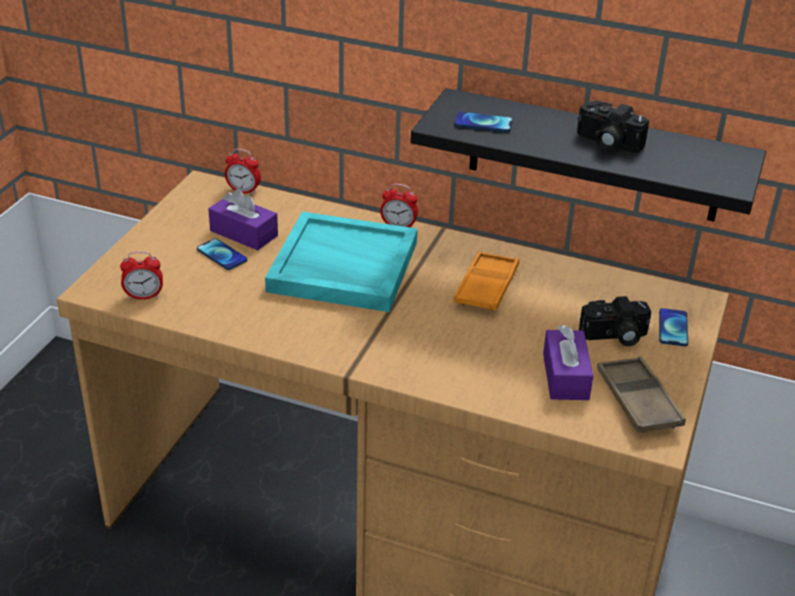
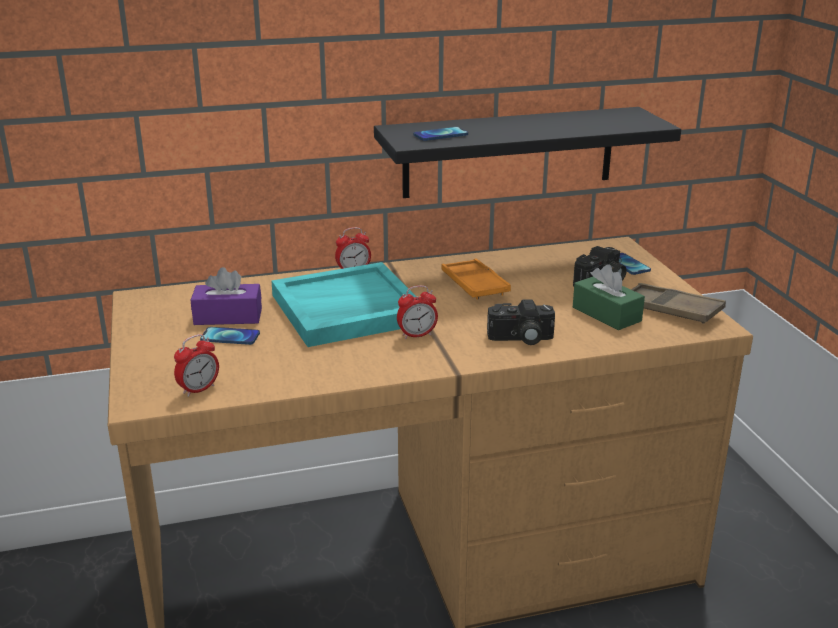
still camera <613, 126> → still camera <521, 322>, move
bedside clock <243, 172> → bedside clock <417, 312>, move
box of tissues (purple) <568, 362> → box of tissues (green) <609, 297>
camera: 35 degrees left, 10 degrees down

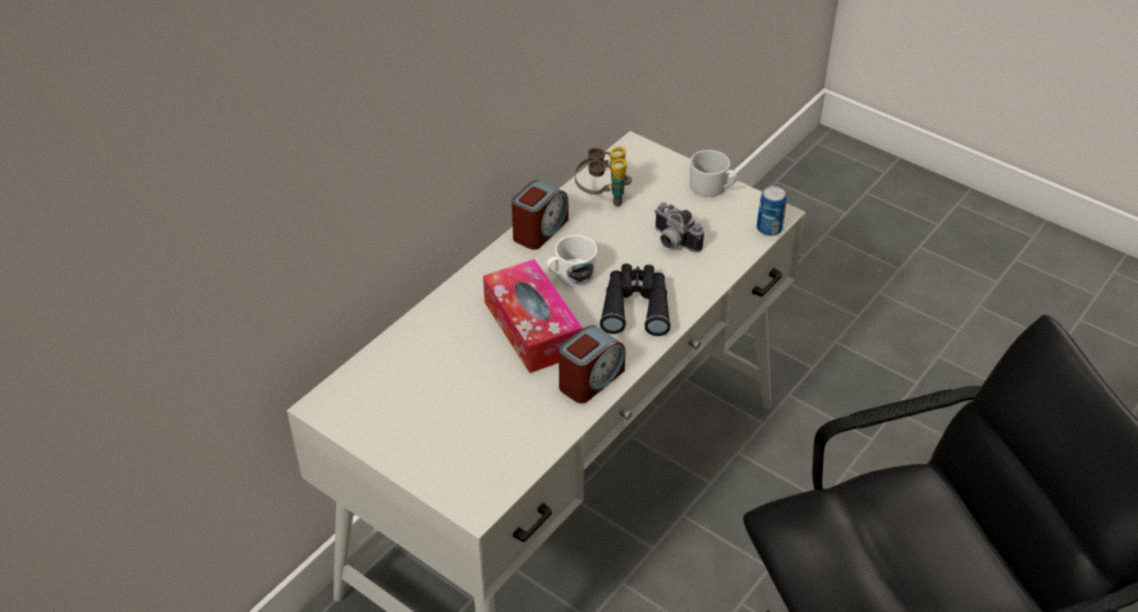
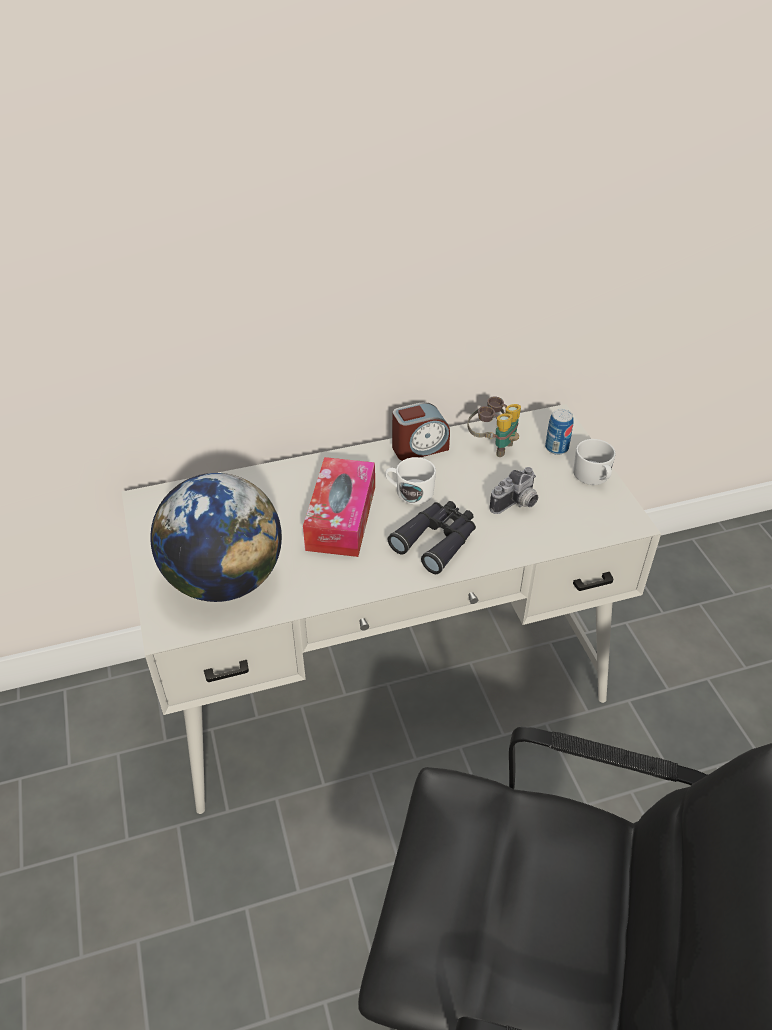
sealed can <771, 211> → sealed can <559, 432>, move
still camera <679, 227> → still camera <514, 490>, 120 degrees counterclockwise
bedside clock <592, 364> → -
- → desk globe <216, 537>
camera: 35 degrees right, 0 degrees up

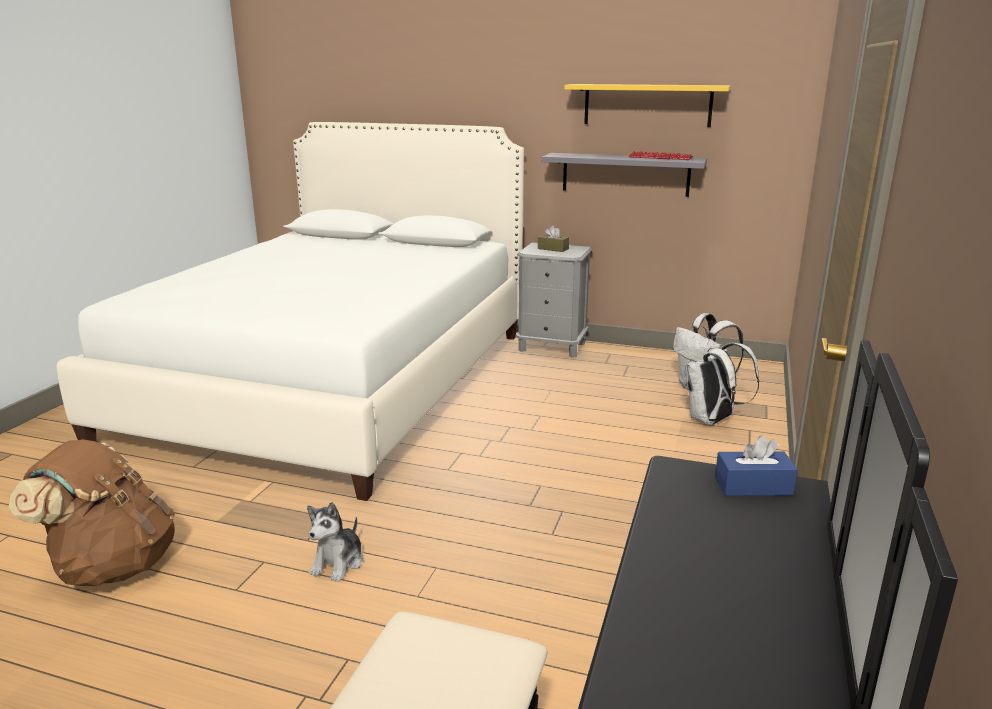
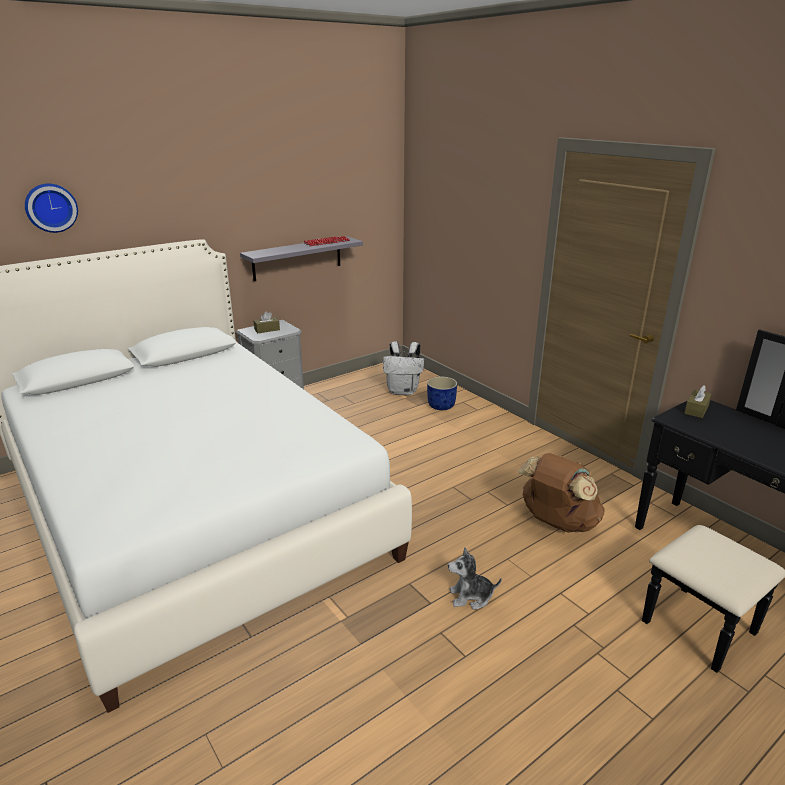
wall shelf (yellowish) <647, 105> → -
knapsack (white-coloured) <722, 384> → planter (blue-coloured) <442, 393>
box of tissues (blue-coloured) <756, 465> → box of tissues (brown-coloured) <698, 401>
knapsack (brown-coloured) <92, 512> → knapsack (brown-coloured) <561, 493>, move
cuddly toy <335, 542> → cuddly toy <475, 578>, 120 degrees clockwise
- → wall clock <51, 208>
camera: 55 degrees left, 5 degrees up

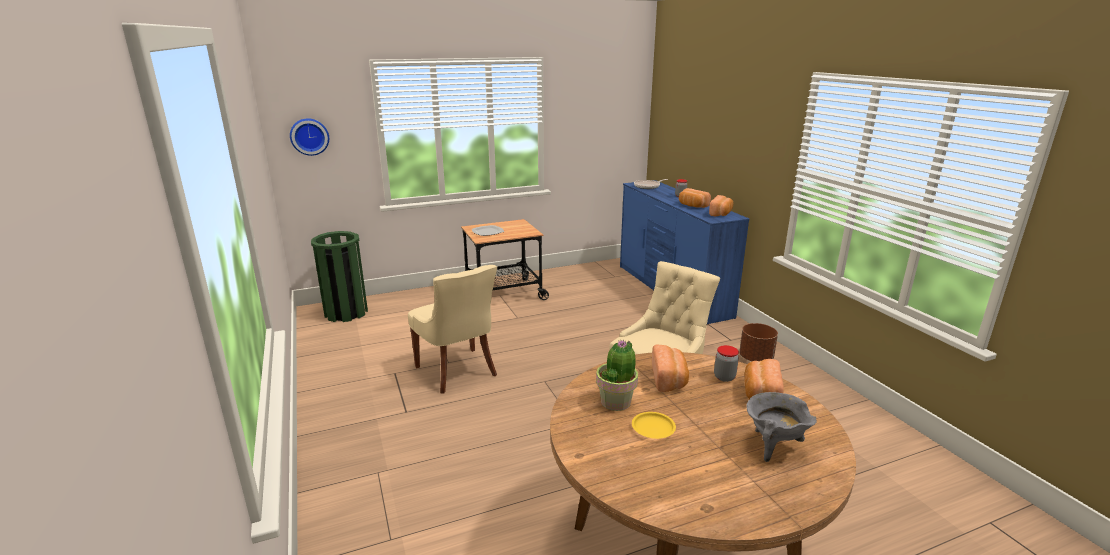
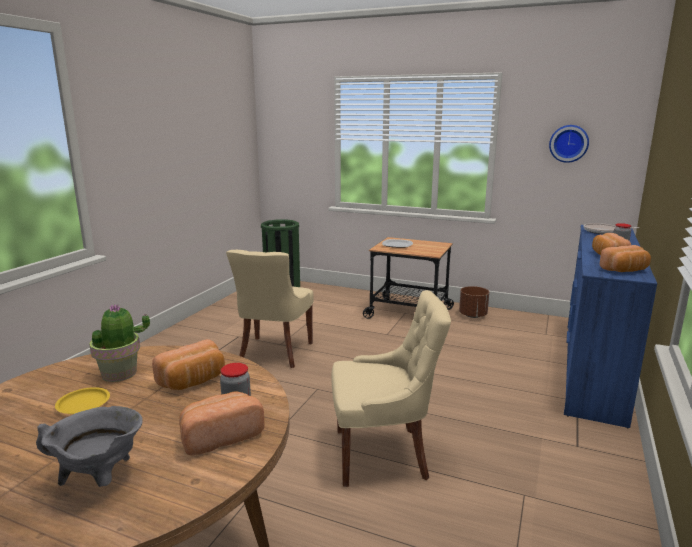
wall clock <309, 137> → wall clock <569, 144>, move
planter (brown-coloured) <758, 342> → planter (brown-coloured) <474, 302>, move
camera: 45 degrees right, 5 degrees down

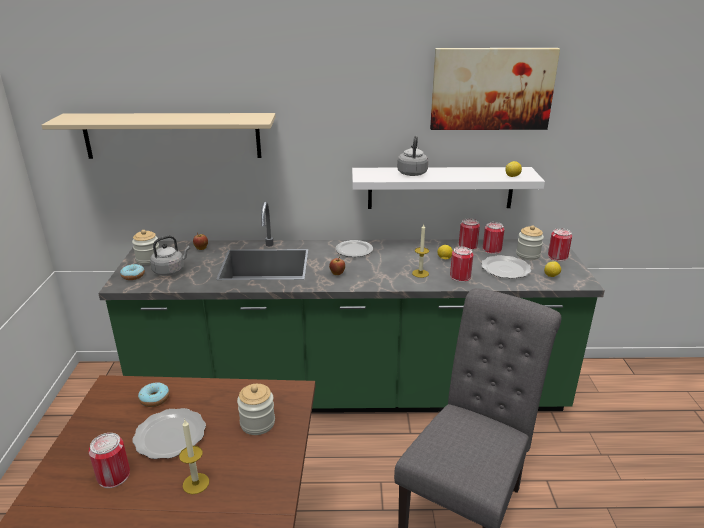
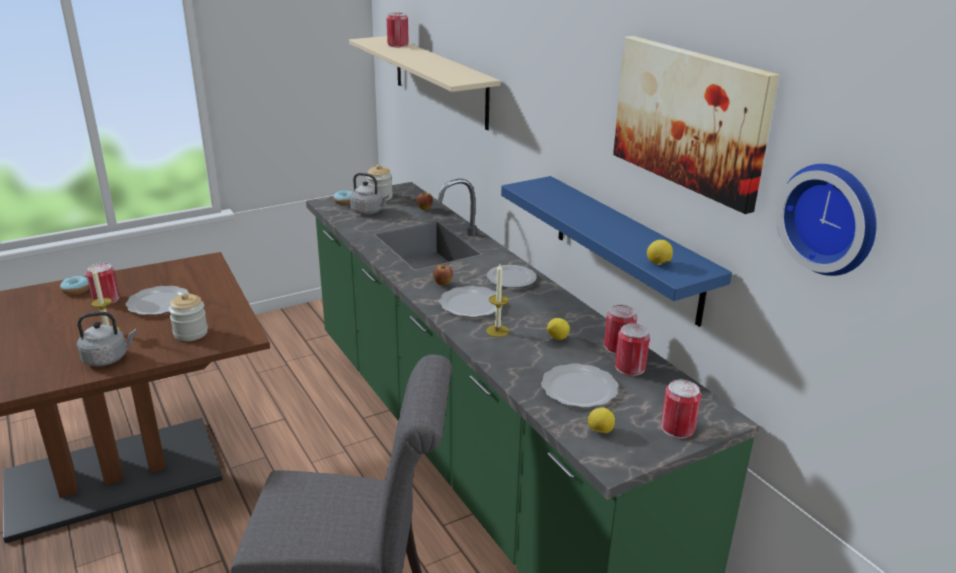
kettle (greyish) <412, 156> → kettle (greyish) <107, 339>, move
wall shelf (white-coloured) <448, 188> → wall shelf (blue-coloured) <616, 251>
jar <530, 242> → -
sealed can <461, 264> → sealed can <398, 30>, move
doughnut <154, 395> → doughnut <75, 285>, move
- → wall clock <826, 220>
- → plate <470, 302>
camera: 60 degrees right, 0 degrees up

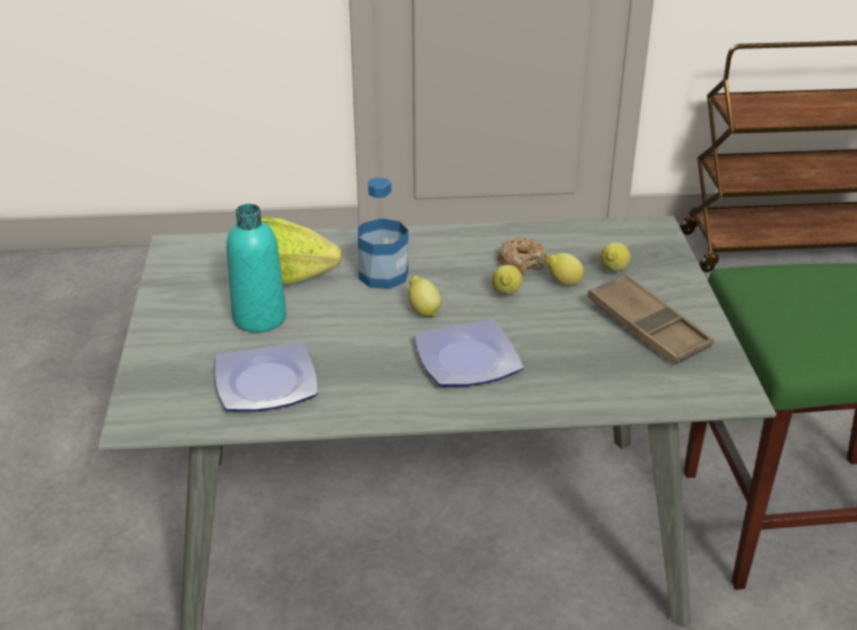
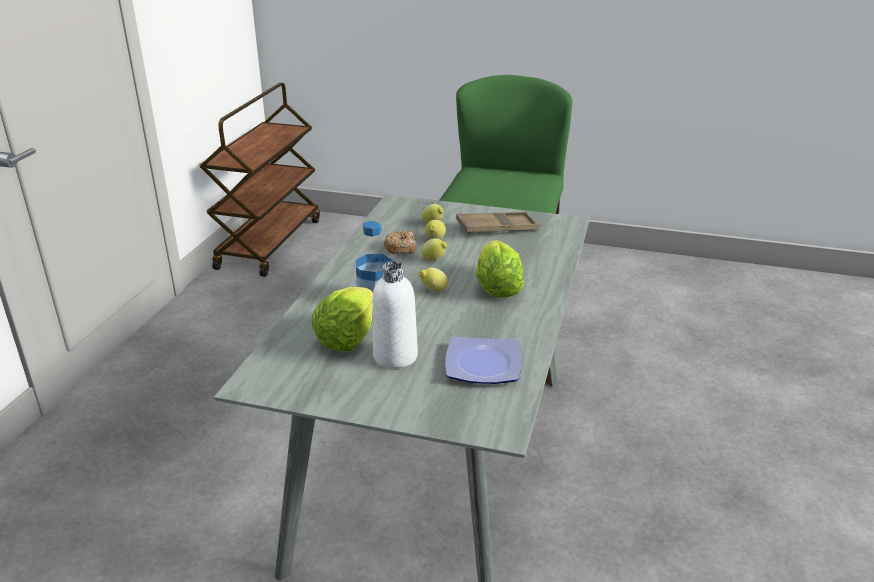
drink bottle (blue-green) <256, 268> → drink bottle (white-coloured) <395, 315>
plate <469, 353> → lettuce <500, 269>
camera: 70 degrees left, 5 degrees down

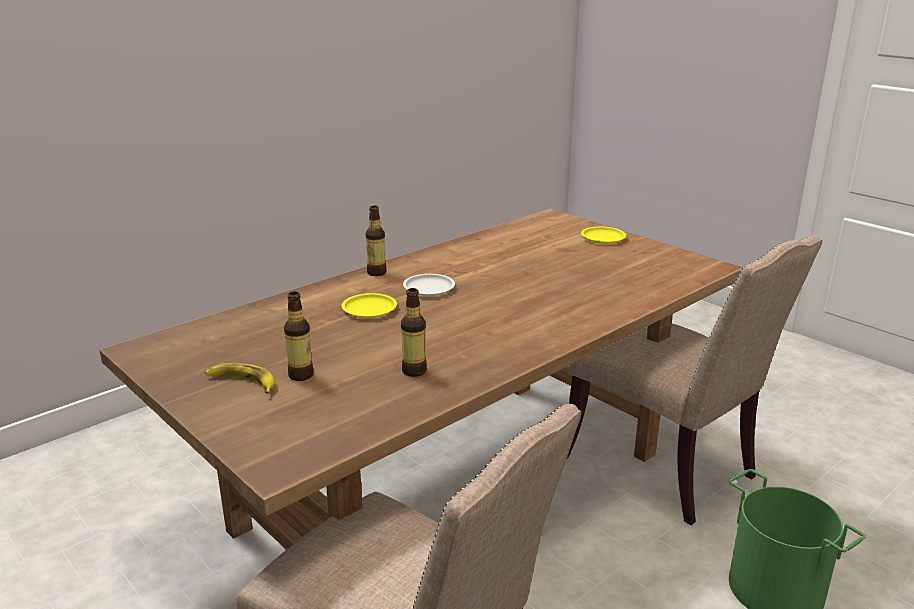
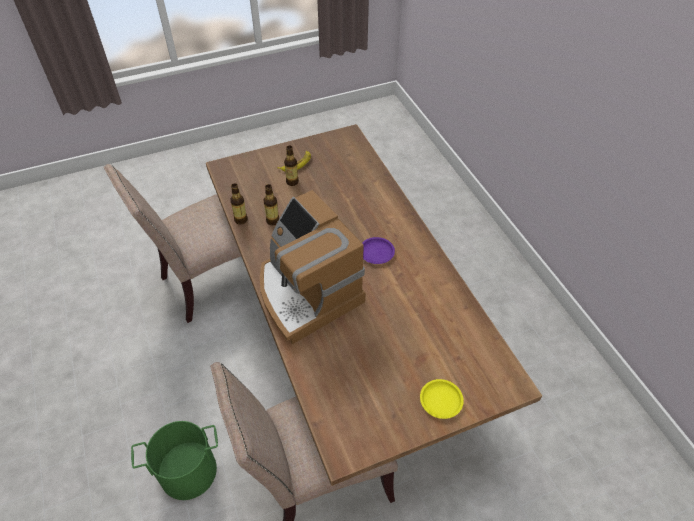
drink bottle <376, 241> → drink bottle <239, 203>, move
plate (white-coloured) <429, 285> → plate (purple) <378, 250>
plate (yellowish) <369, 305> → -
- → coffee brewer <312, 267>
camera: 110 degrees right, 25 degrees up

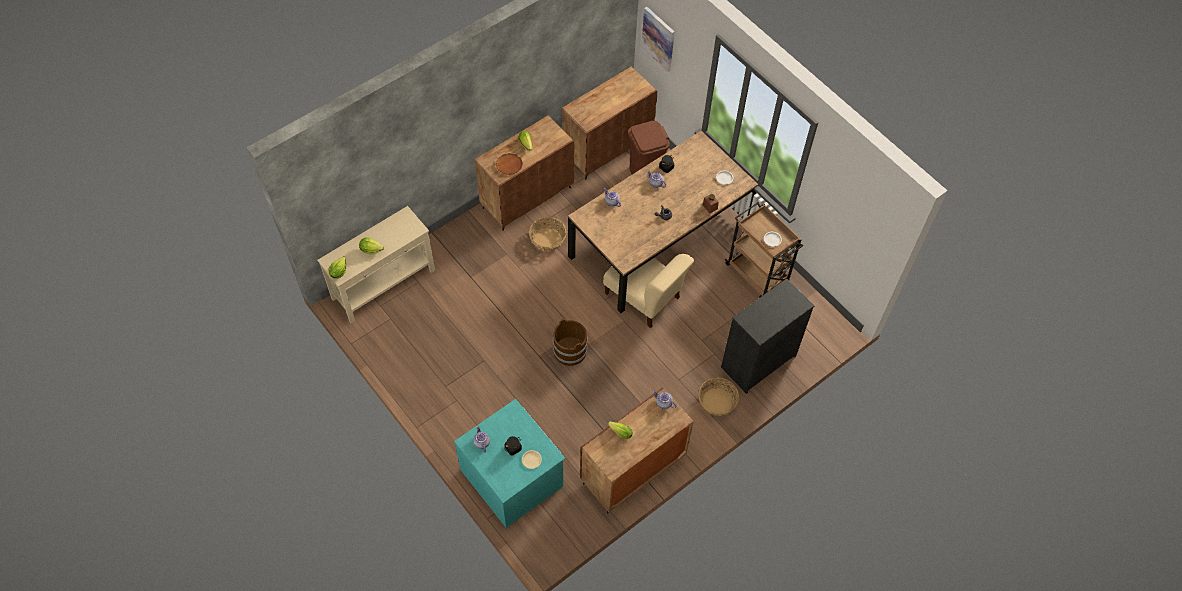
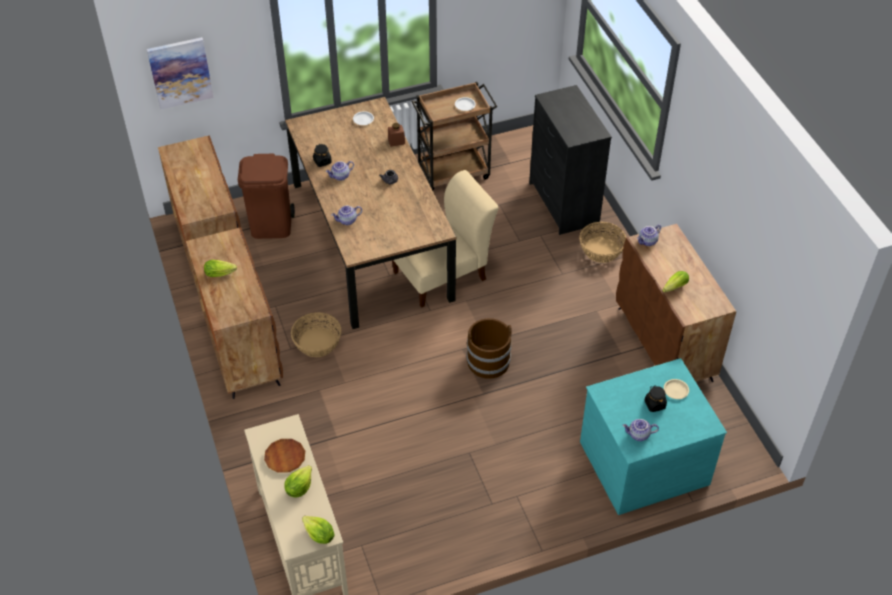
plate (brown-coloured) <509, 164> → plate (brown-coloured) <284, 456>, move
camera: 70 degrees left, 10 degrees down

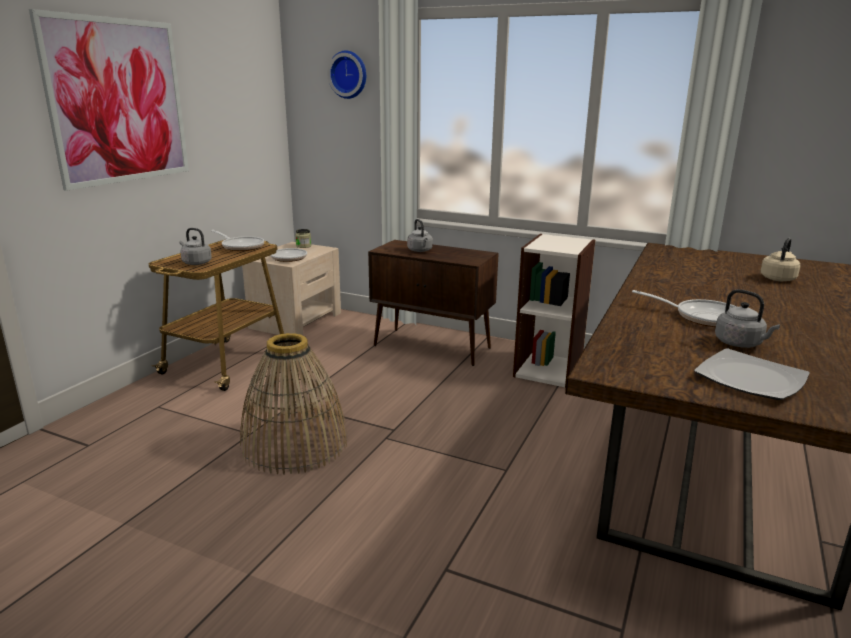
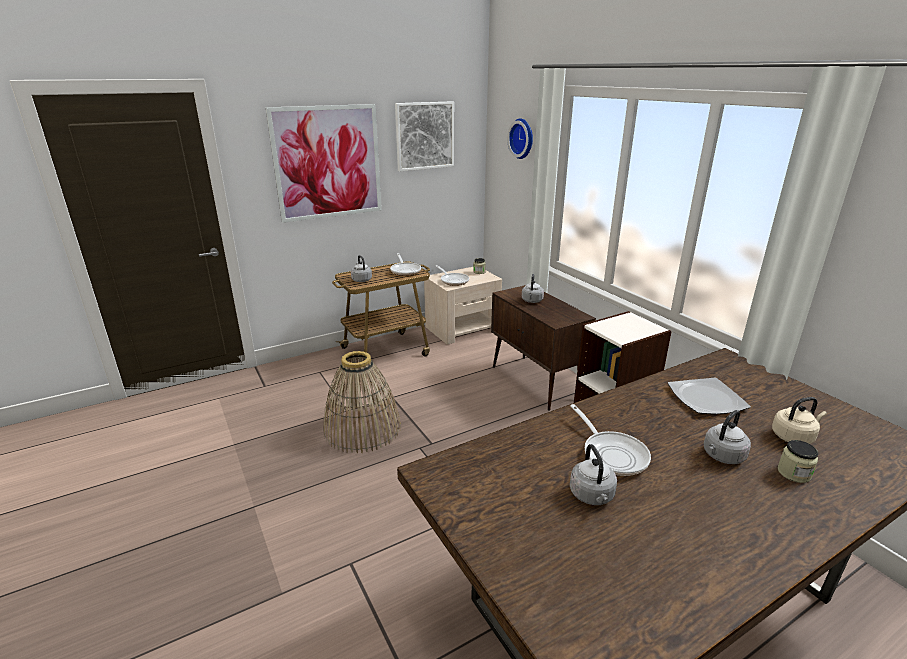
plate <752, 374> → plate <709, 396>, move
- → wall picture <424, 136>
- → kettle (greyish) <727, 437>
- → jar <798, 461>
camera: 35 degrees right, 5 degrees up

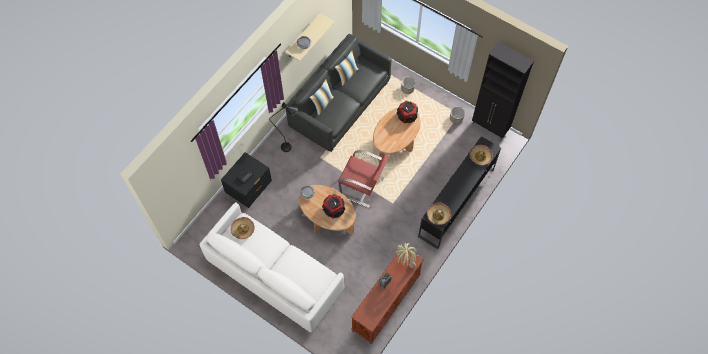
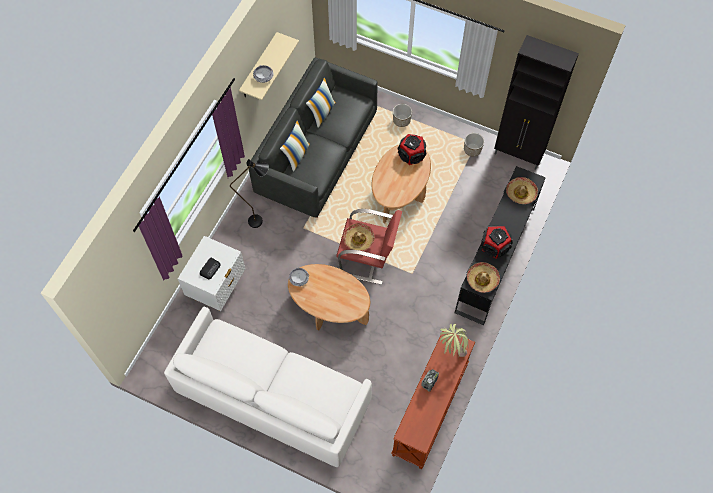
night table (black) <246, 180> → night table (white-coloured) <211, 273>
speaker <333, 206> → speaker <497, 242>, move
hat <242, 228> → hat <359, 237>, move
camera: 10 degrees left, 0 degrees up

